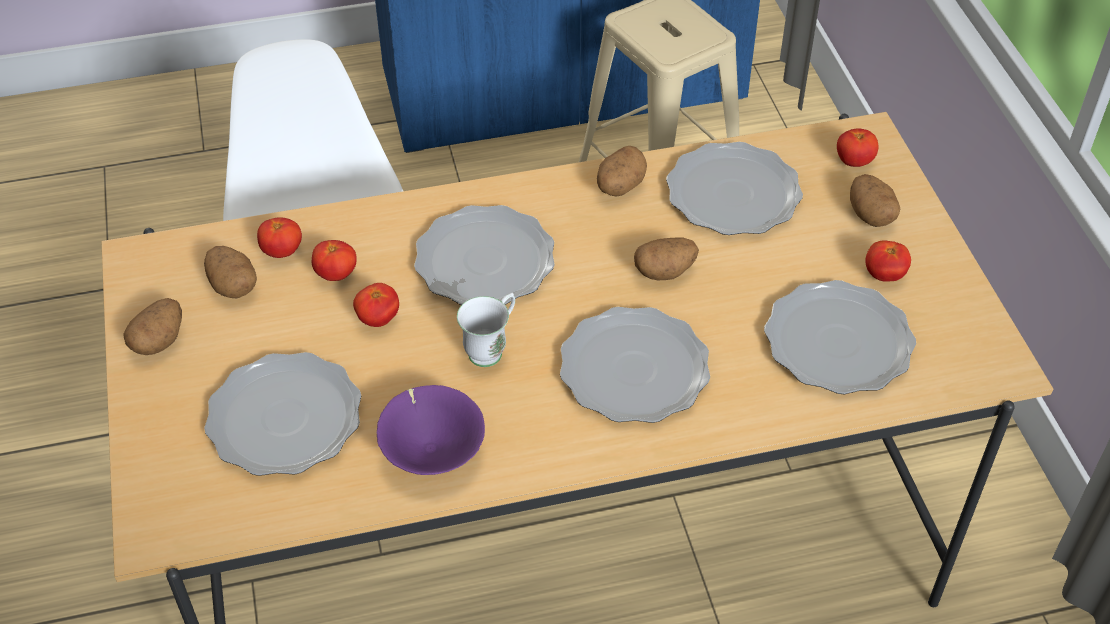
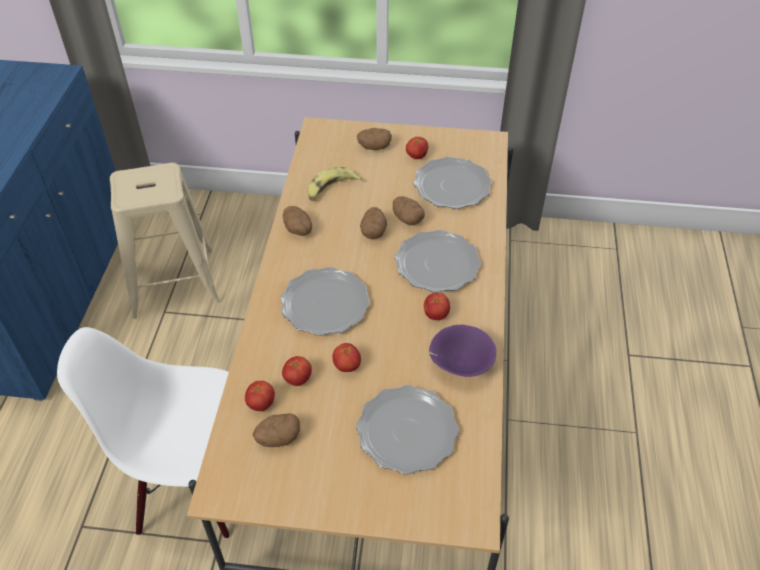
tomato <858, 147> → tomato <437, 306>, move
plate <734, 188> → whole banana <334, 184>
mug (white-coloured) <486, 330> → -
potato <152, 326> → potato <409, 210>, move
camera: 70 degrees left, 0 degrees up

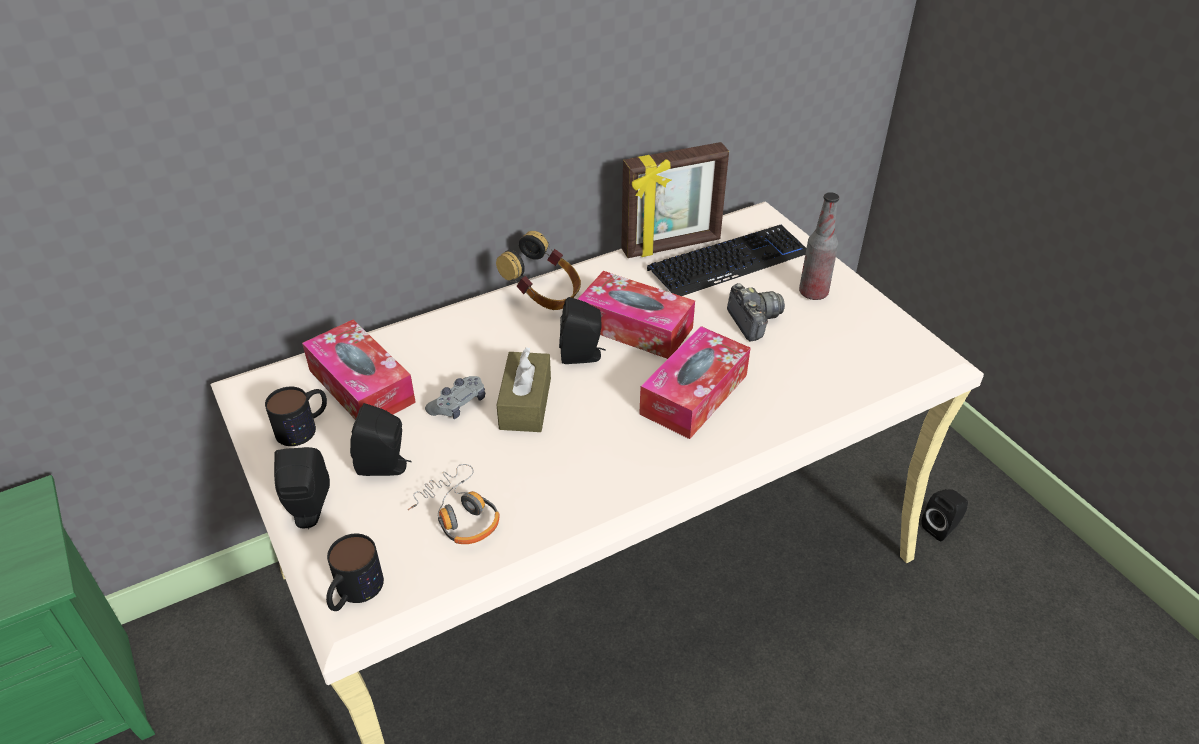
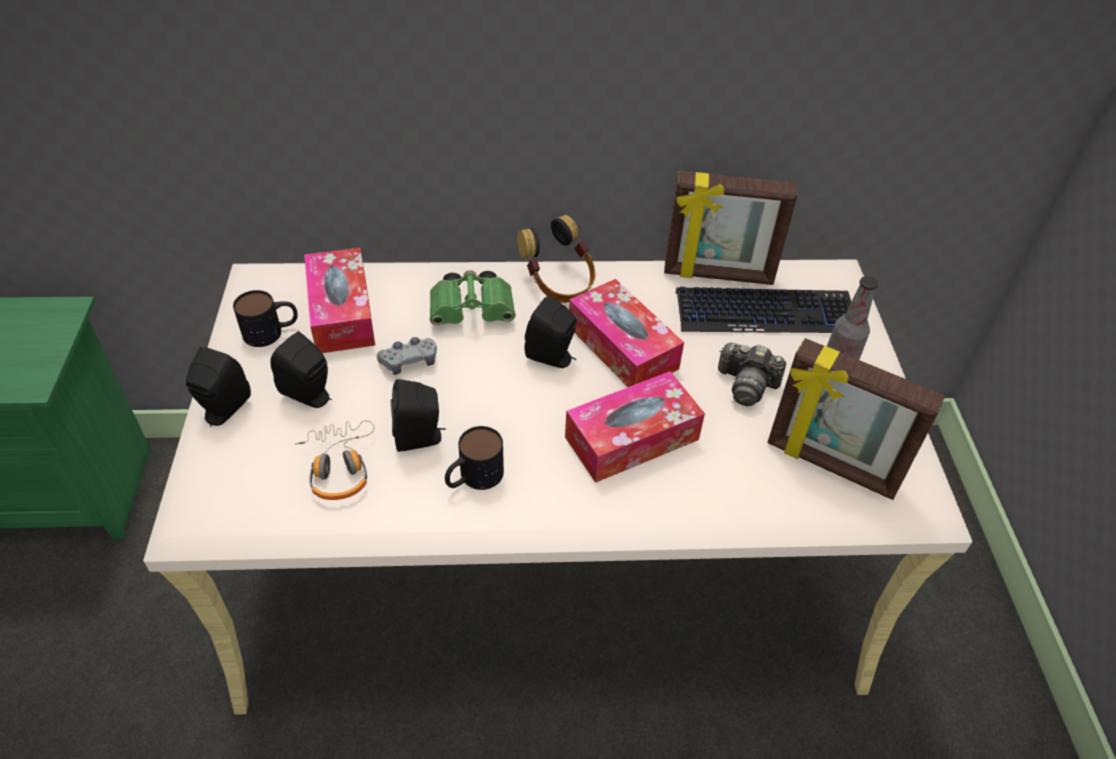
still camera <756, 312> → still camera <752, 374>, 105 degrees clockwise
box of tissues (brown-coloured) <523, 389> → -
speaker (black) <945, 515> → speaker (black) <418, 415>, move
mug <355, 572> → mug <474, 458>, move
- → binoculars (green) <473, 298>
- → picture frame <856, 419>
camera: 25 degrees right, 5 degrees up

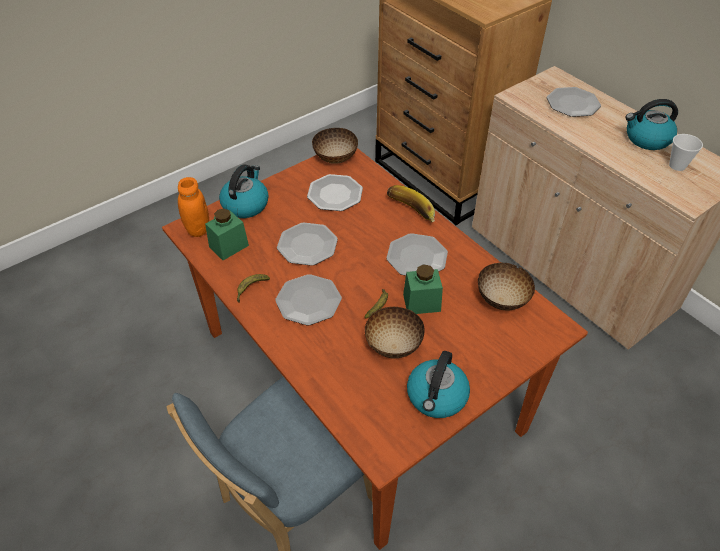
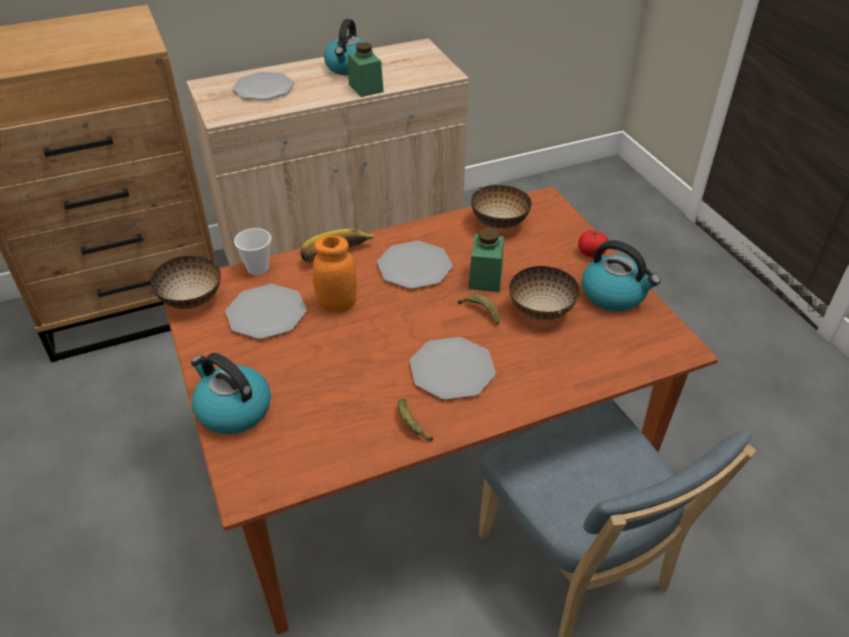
drinking cup <686, 152> → drinking cup <252, 251>, move
jar (orange) <193, 207> → jar (orange) <335, 274>, move
jar (green) <227, 234> → jar (green) <366, 69>, move
plate <307, 244> → -
- → tomato <593, 243>
camera: 75 degrees left, 5 degrees down

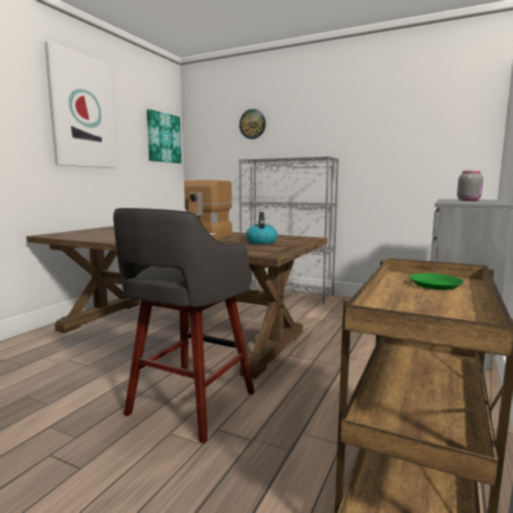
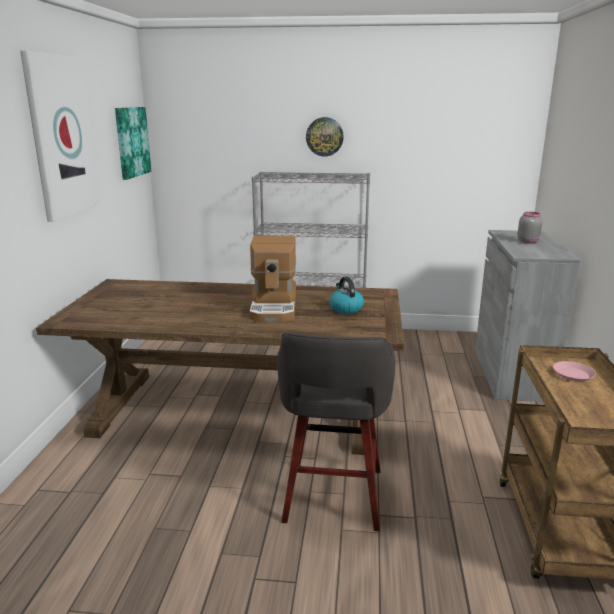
wall clock <252, 124> → wall clock <325, 137>, move
plate (green) <437, 281> → plate (pinkish) <574, 371>
camera: 20 degrees left, 10 degrees up

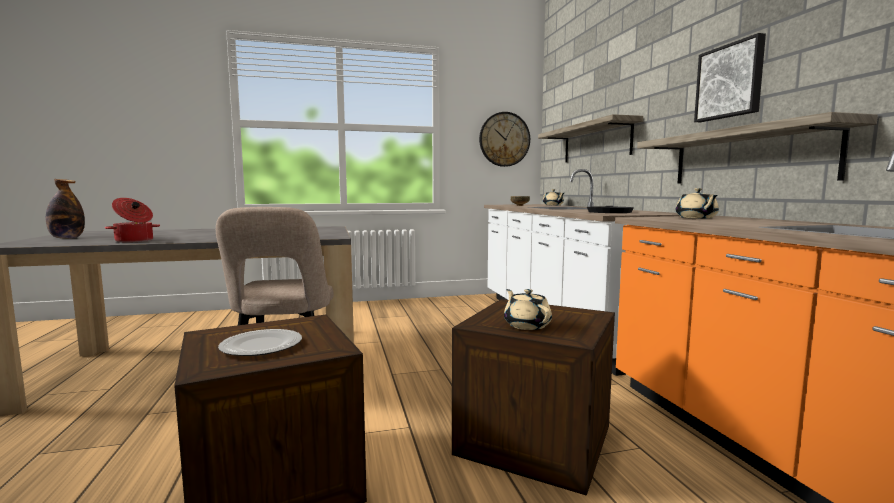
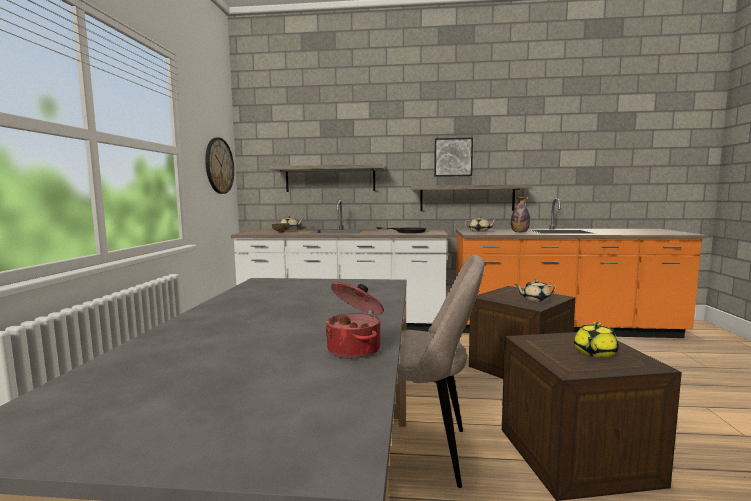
drink bottle <65, 209> → drink bottle <520, 214>, move
plate <260, 342> → teapot (yellowish) <596, 340>
camera: 70 degrees left, 0 degrees up

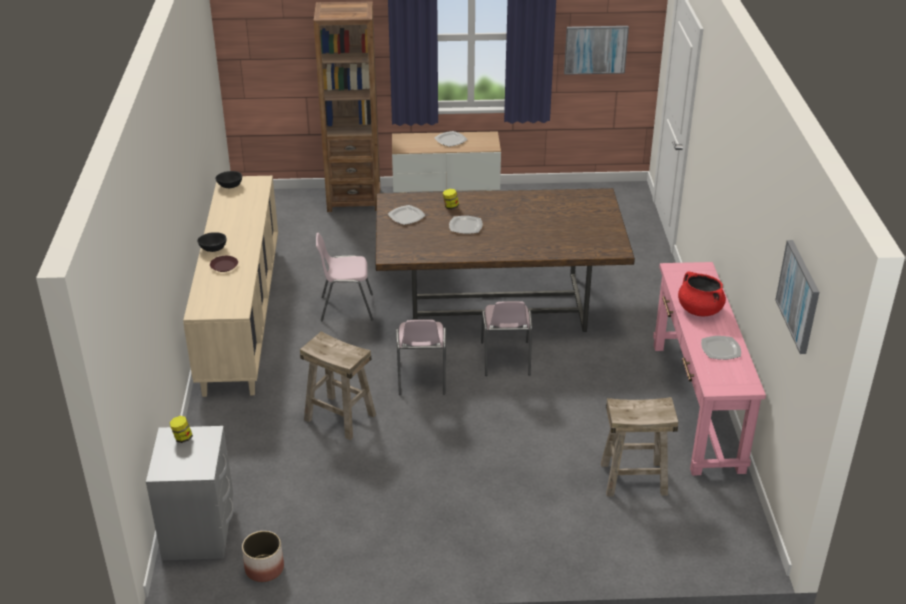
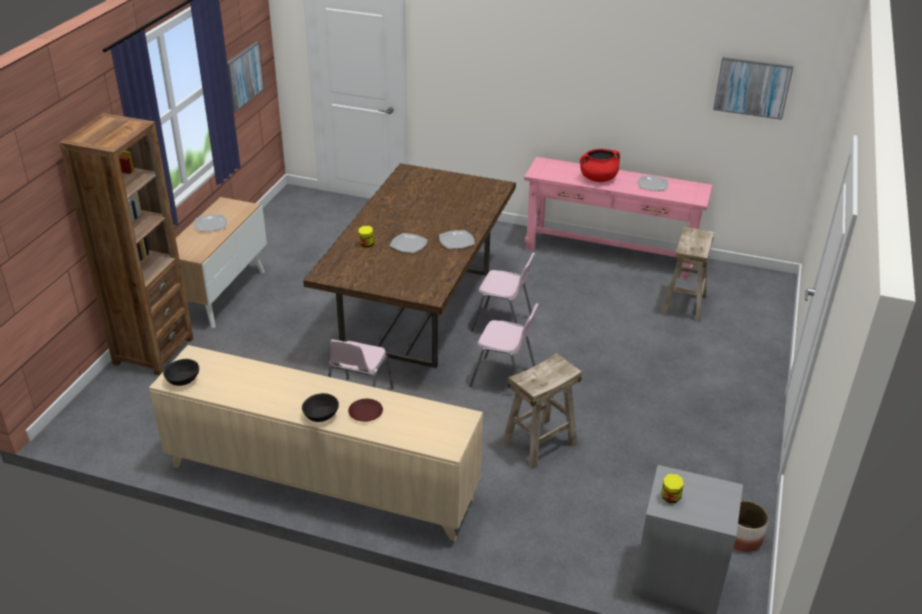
plate <407, 215> → plate <457, 239>, move
camera: 70 degrees left, 0 degrees up

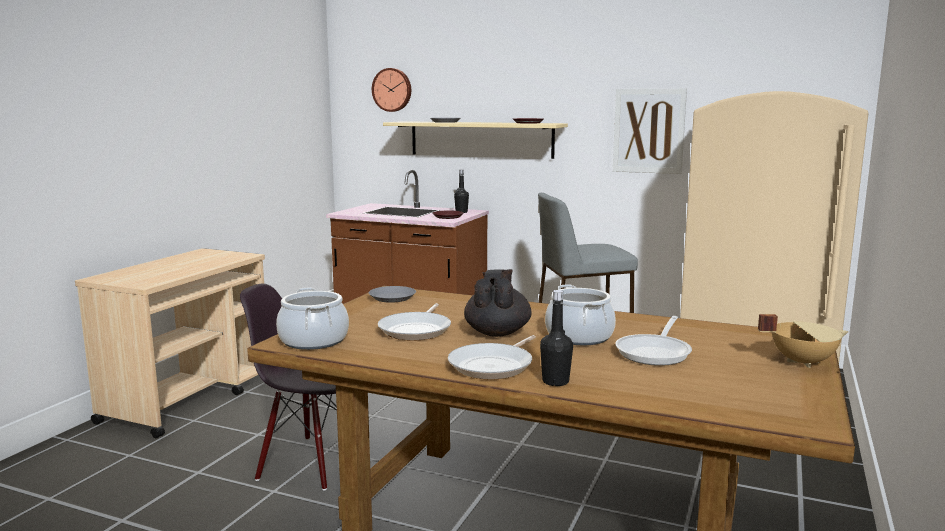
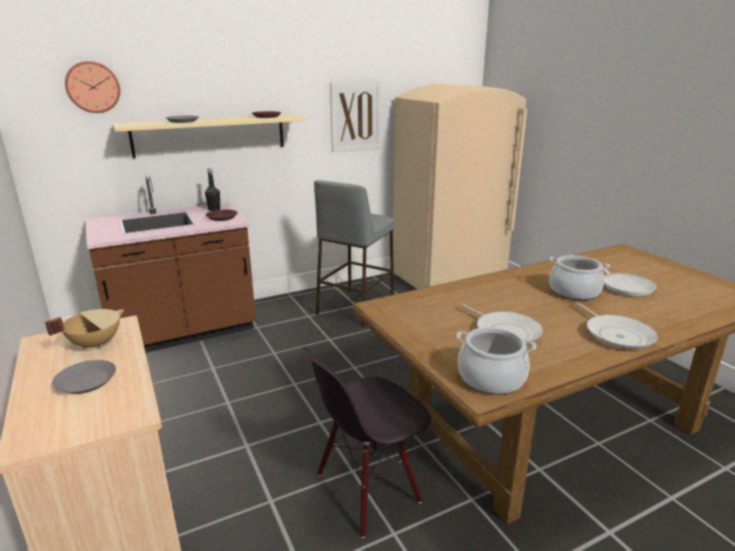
teapot (black) <498, 303> → -
plate (greyish) <392, 294> → plate (greyish) <84, 377>, move
drink bottle (black) <556, 338> → -
saucepot (beige) <803, 341> → saucepot (beige) <84, 329>, move
camera: 50 degrees left, 10 degrees up

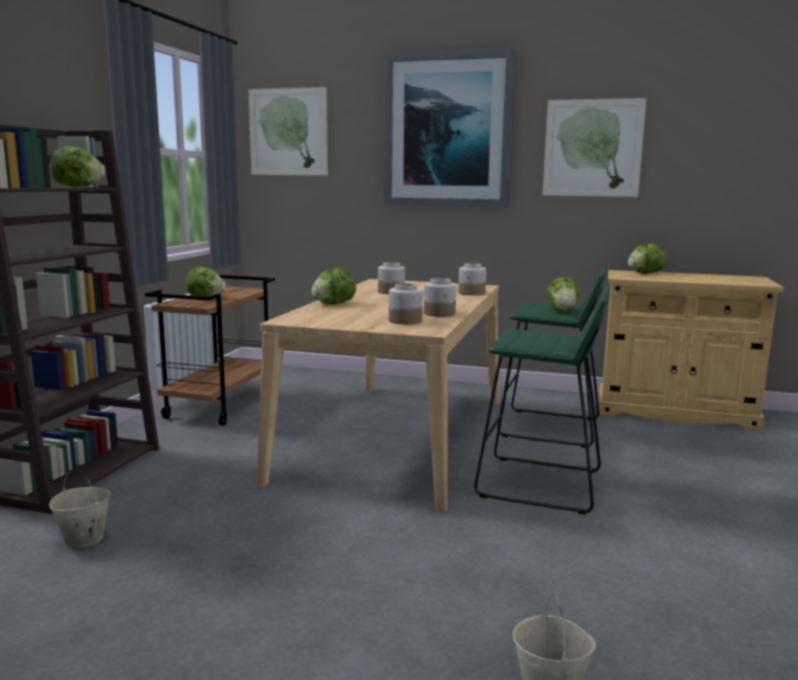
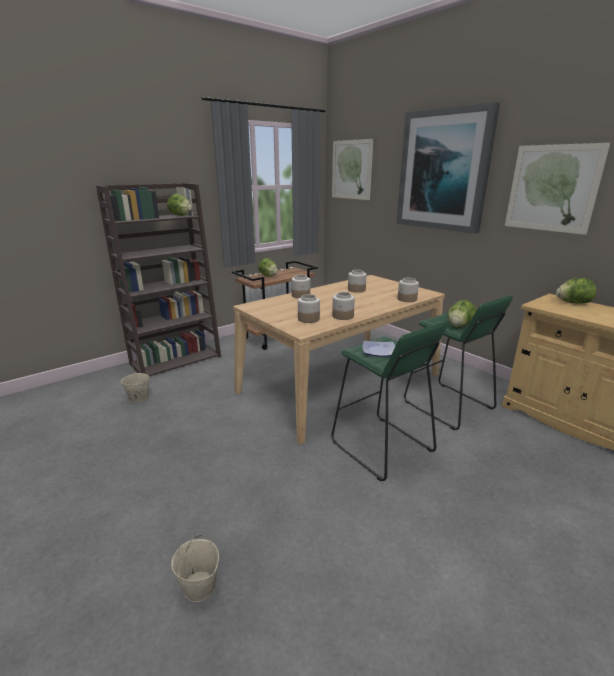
lettuce <333, 286> → jar <301, 286>
- → plate <379, 349>
camera: 35 degrees right, 10 degrees up

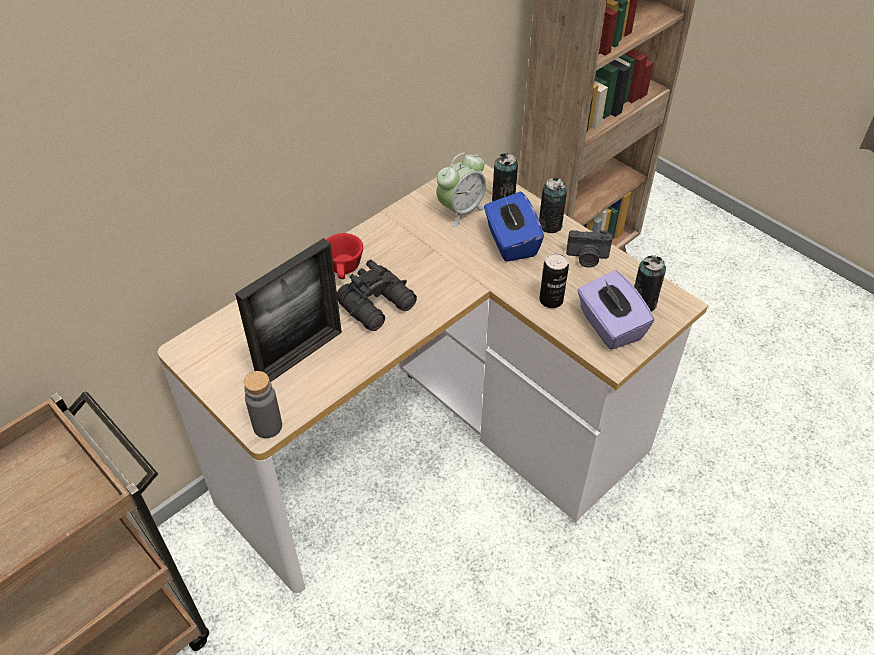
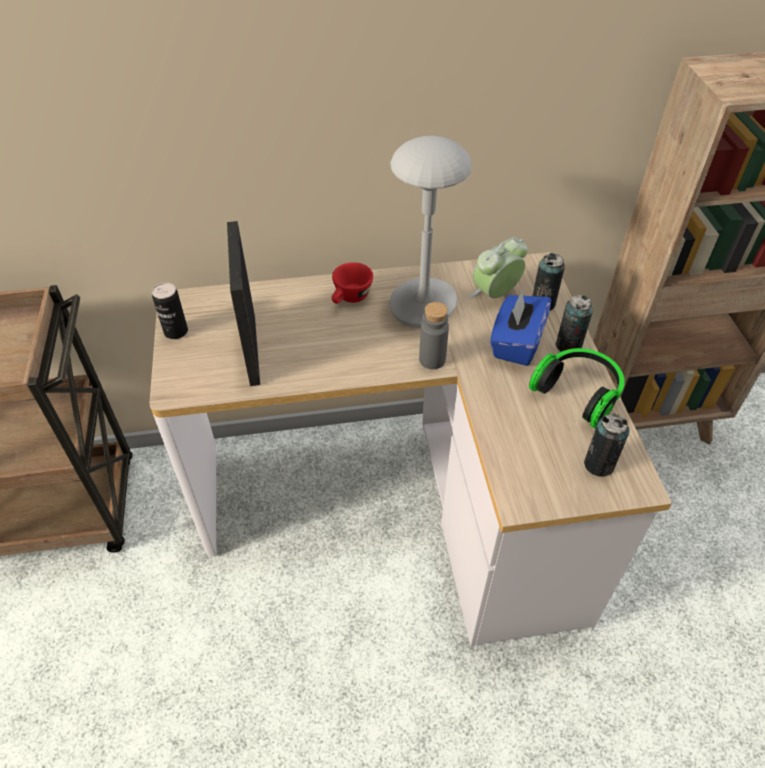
bedside clock <461, 190> → bedside clock <498, 267>, 150 degrees clockwise
still camera <589, 249> → pair of headphones <577, 388>
picture frame <288, 310> → picture frame <243, 303>, 90 degrees clockwise
sealed can <554, 280> → sealed can <170, 311>, move
binoculars (black) <377, 295> → -
box of tissues (purple) <616, 310> → -
drink bottle (greyish) <263, 404> → drink bottle (greyish) <434, 335>, move
- → tabletop lamp (greyish) <430, 232>
camera: 35 degrees right, 0 degrees up

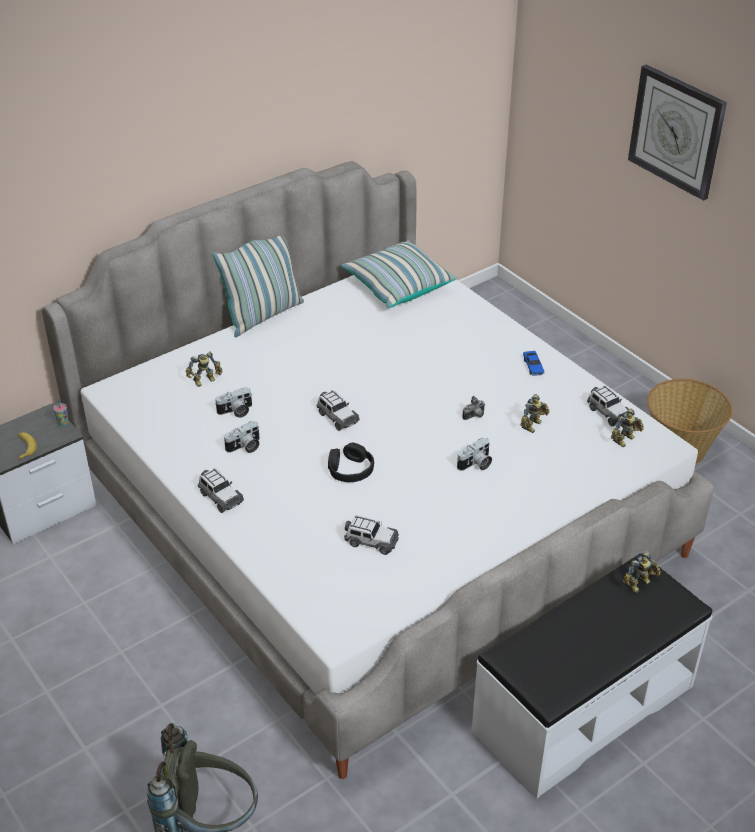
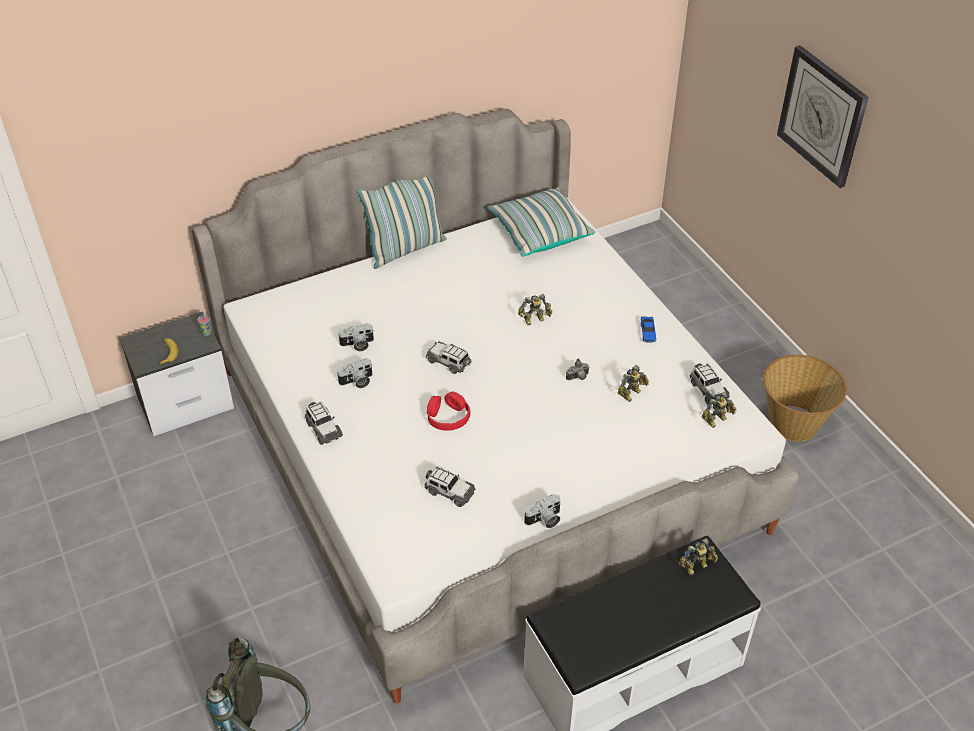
model robot <204, 369> → model robot <535, 309>, move
toy car <338, 410> → toy car <448, 358>, 150 degrees clockwise
still camera <474, 454> → still camera <542, 511>, move
pair of headphones (black) <351, 462> → pair of headphones (red-coloured) <449, 411>
camera: 10 degrees right, 5 degrees up

